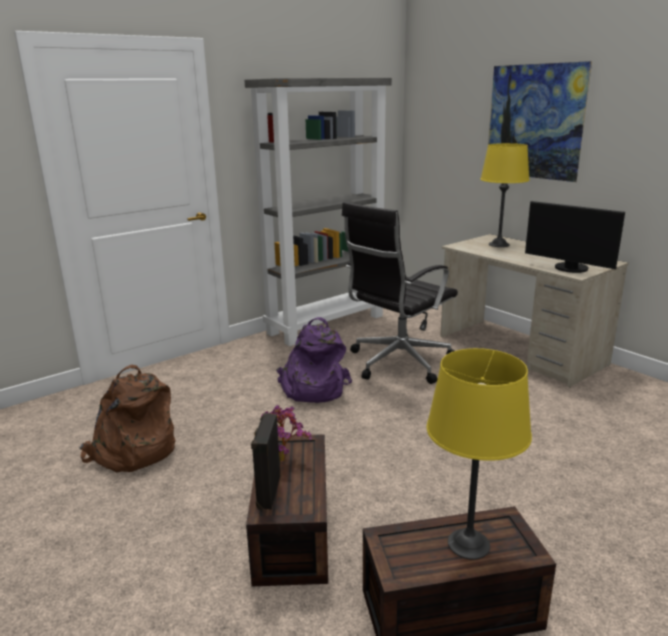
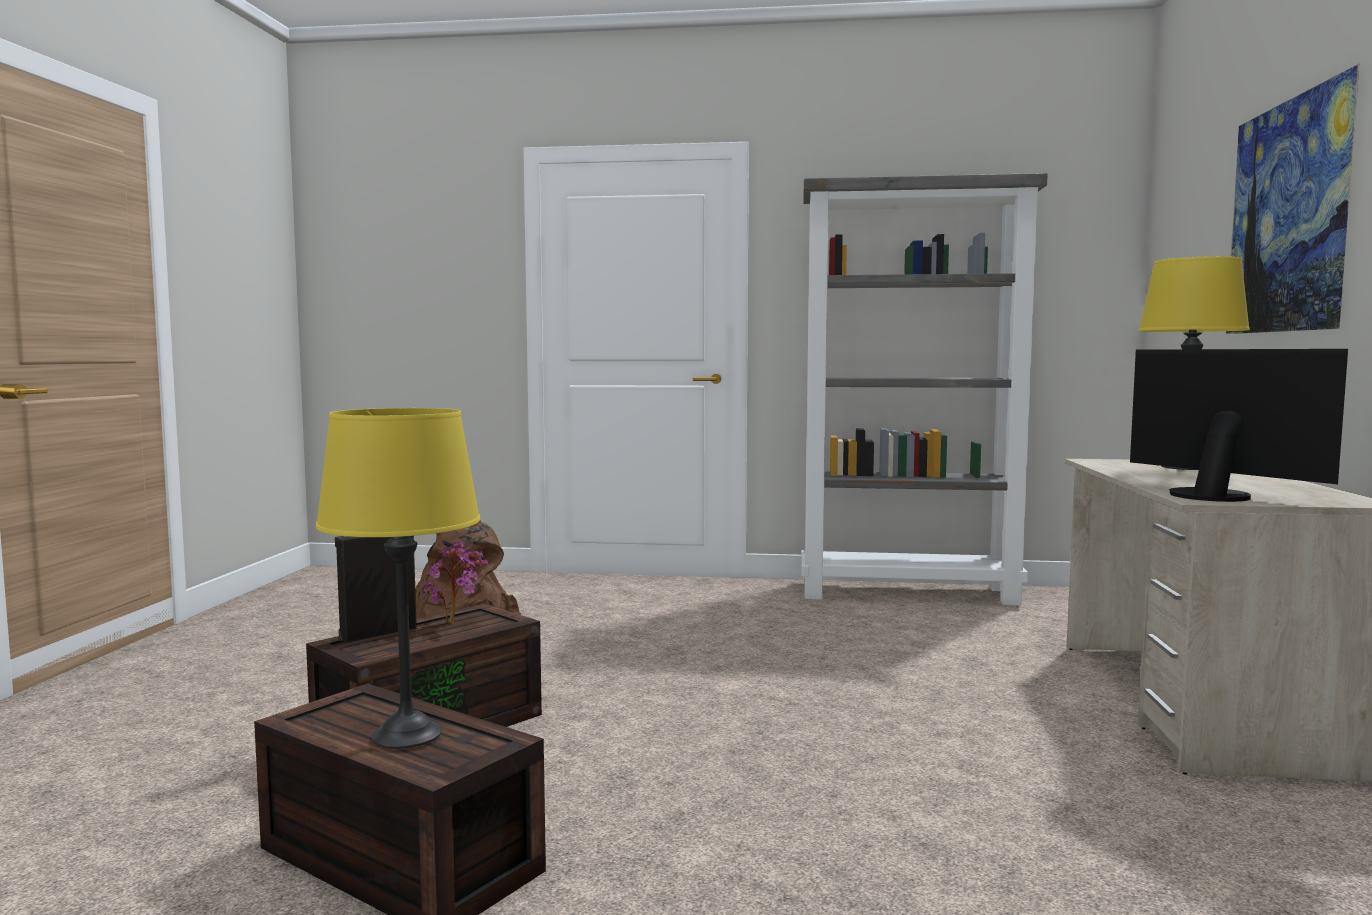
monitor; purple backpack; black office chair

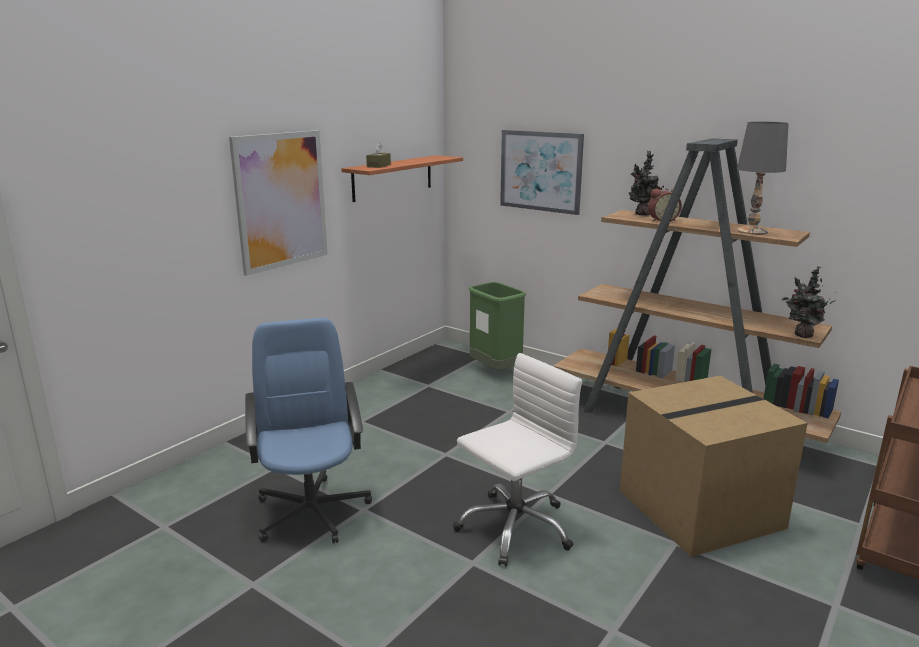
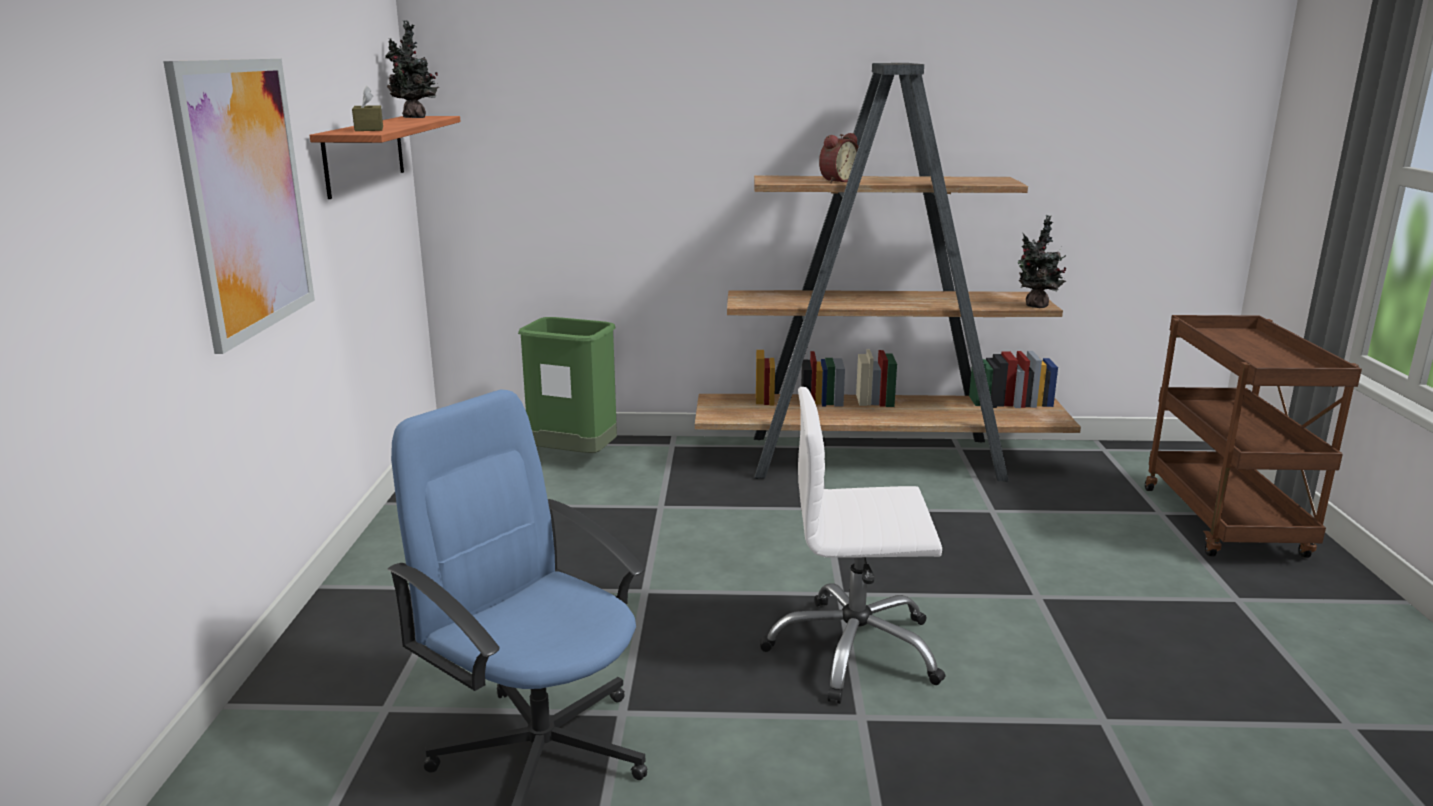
potted plant (1st from left); white office chair; picture (2nd from left in the first image); cardboard box; grey table lamp

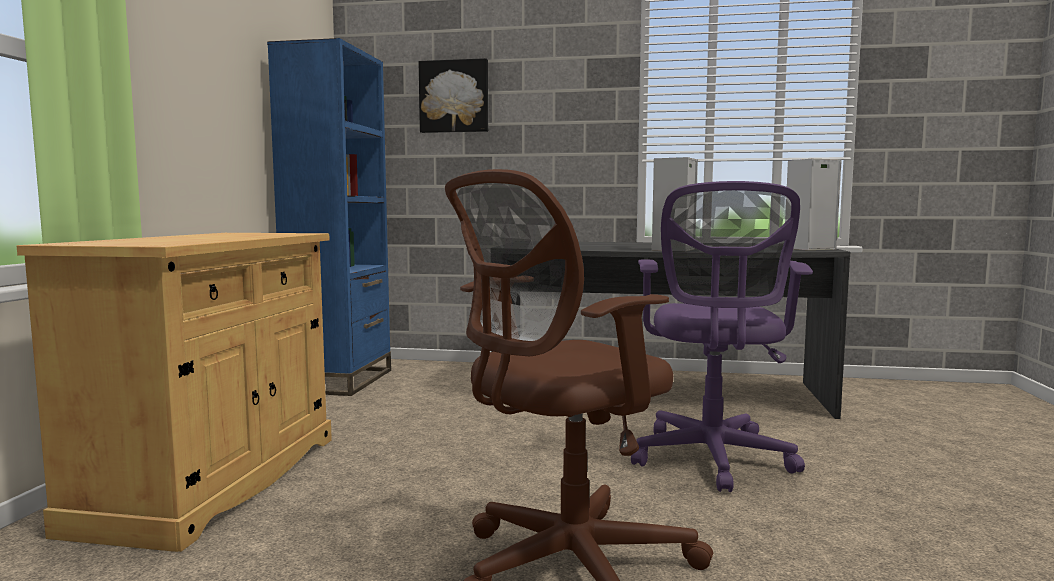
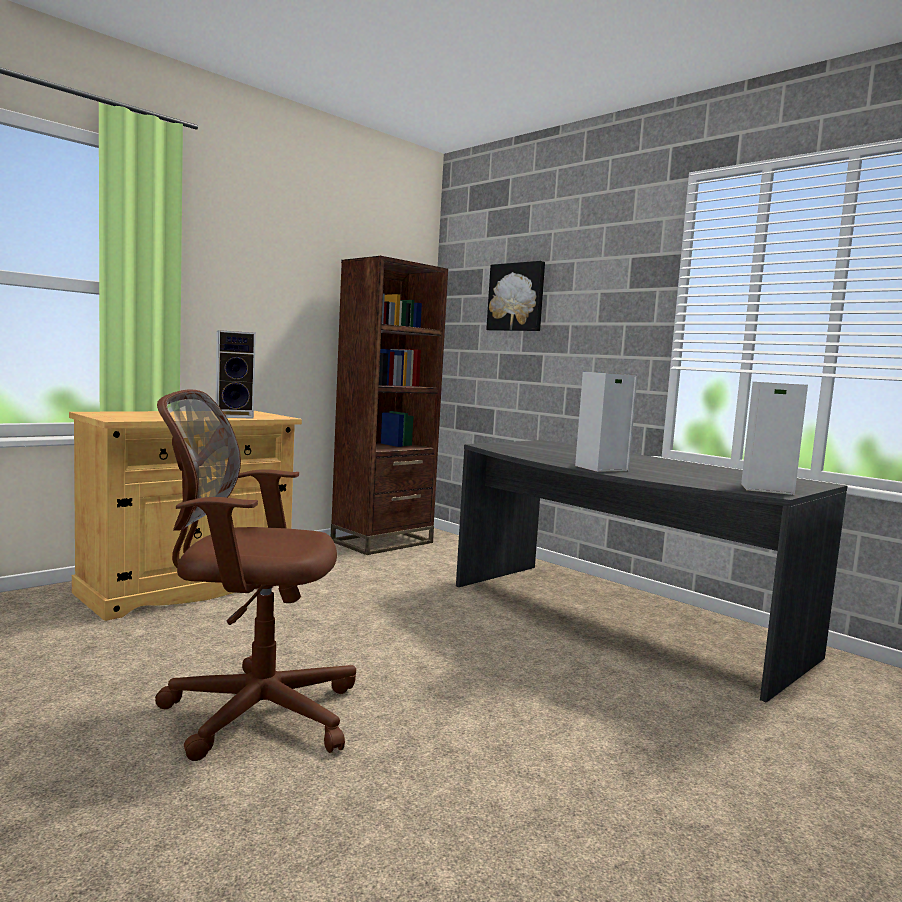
speaker (1st from left); brown bookcase; purple office chair

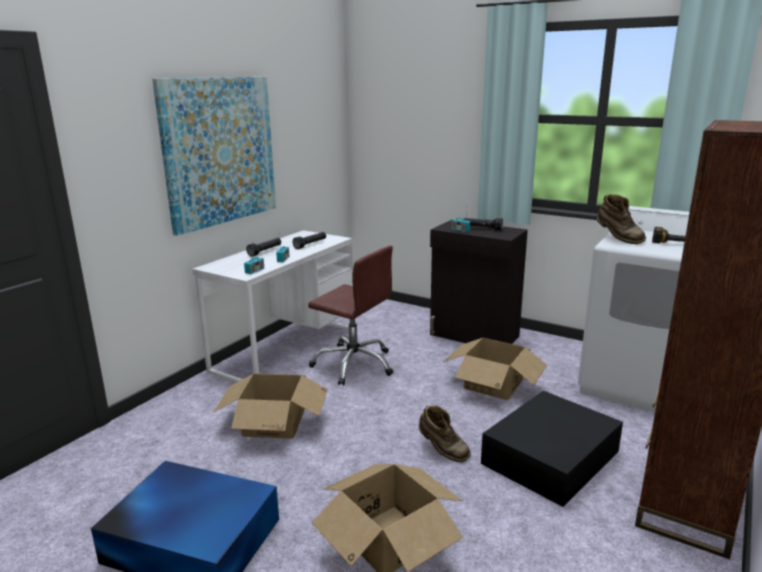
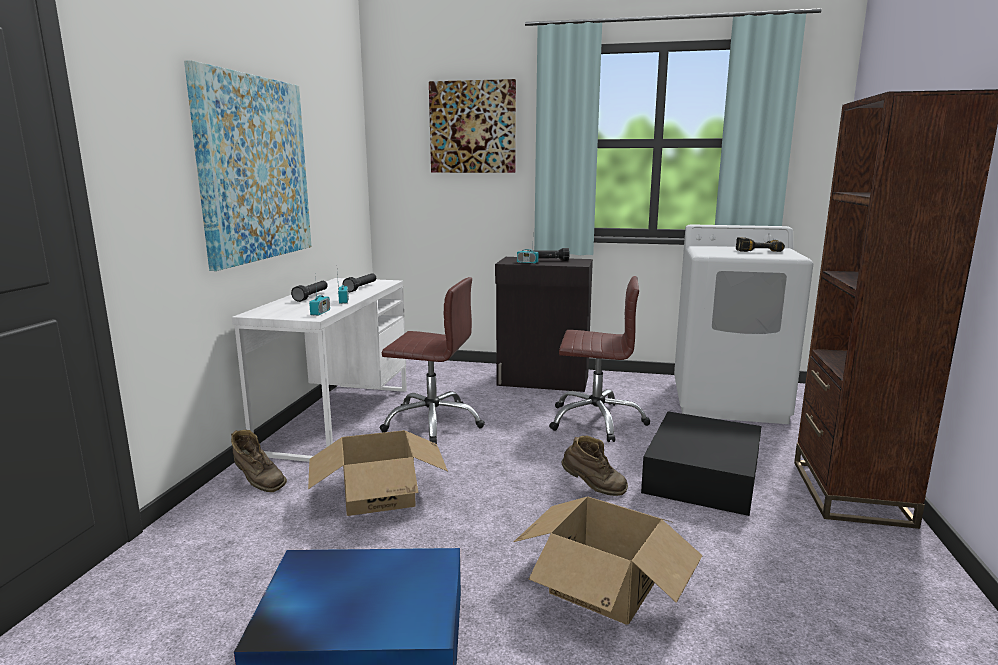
brown boot (1st from left); picture (2nd from left); brown office chair (2nd from left)

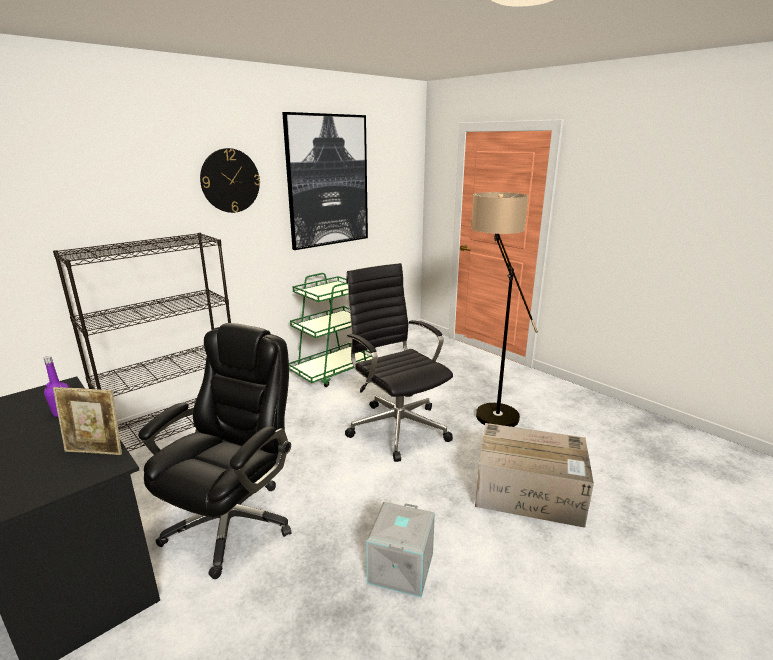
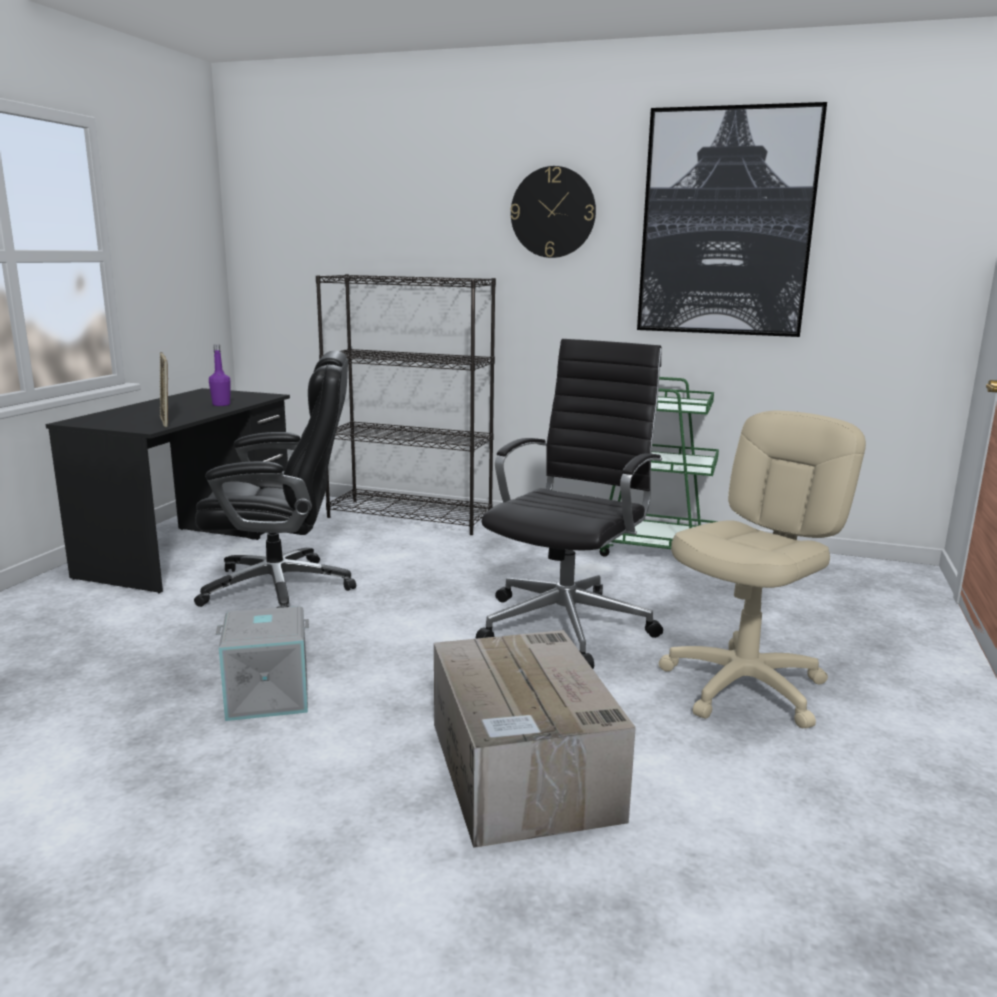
beige office chair

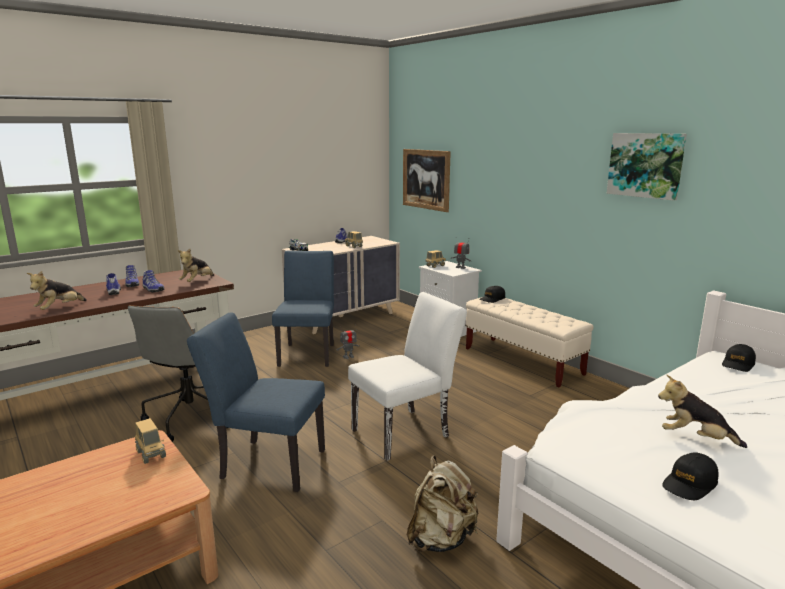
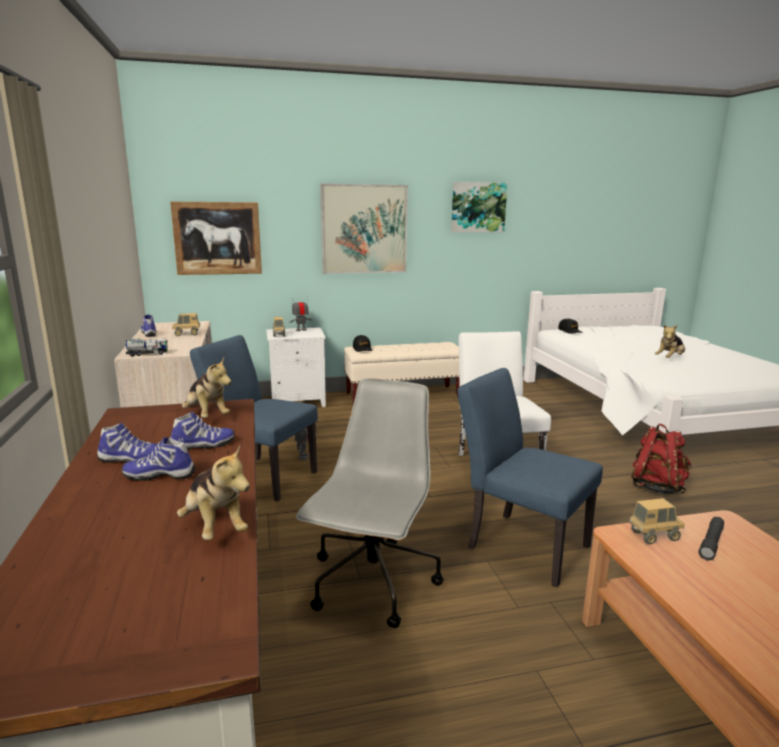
grey office chair; picture (2nd from left); blue chair (2nd from left); red backpack; grey flashlight; black cap (2nd from left in the first image)

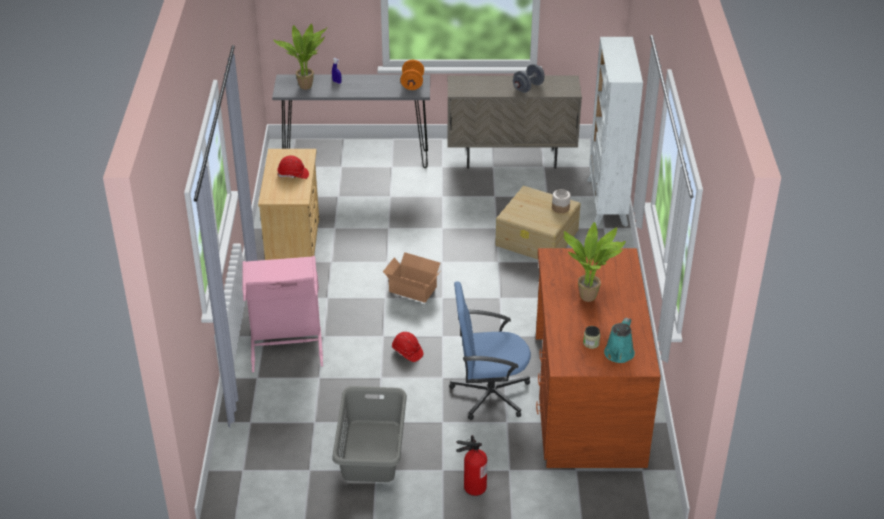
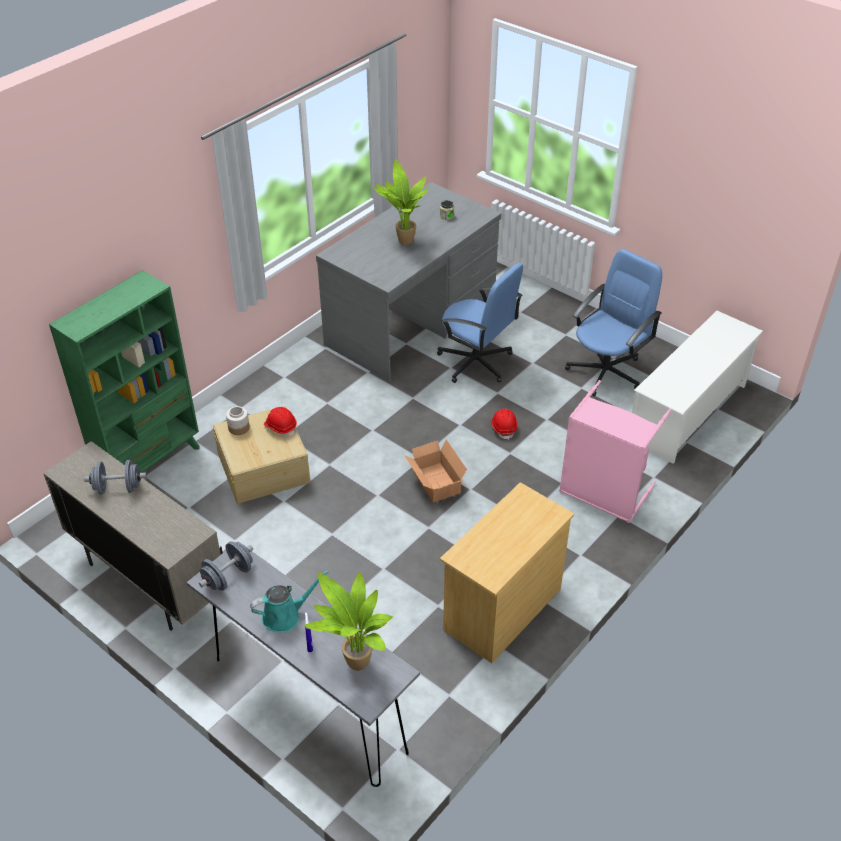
green bookcase; grey dumbbell (2nd from left); turquoise watering can; red hard hat (1st from left); grey desk; blue office chair (2nd from left); white shoe rack; fire extinguisher

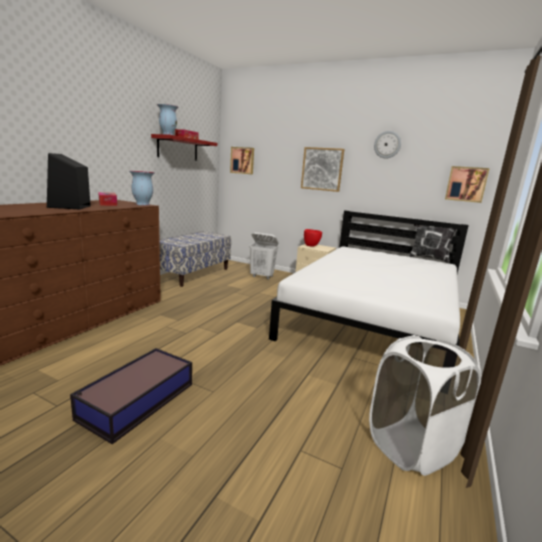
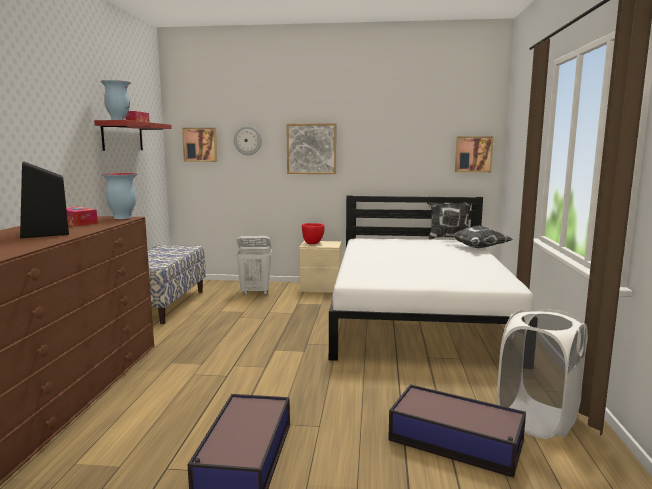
wall clock; storage box (2nd from left); pillow (2nd from left)

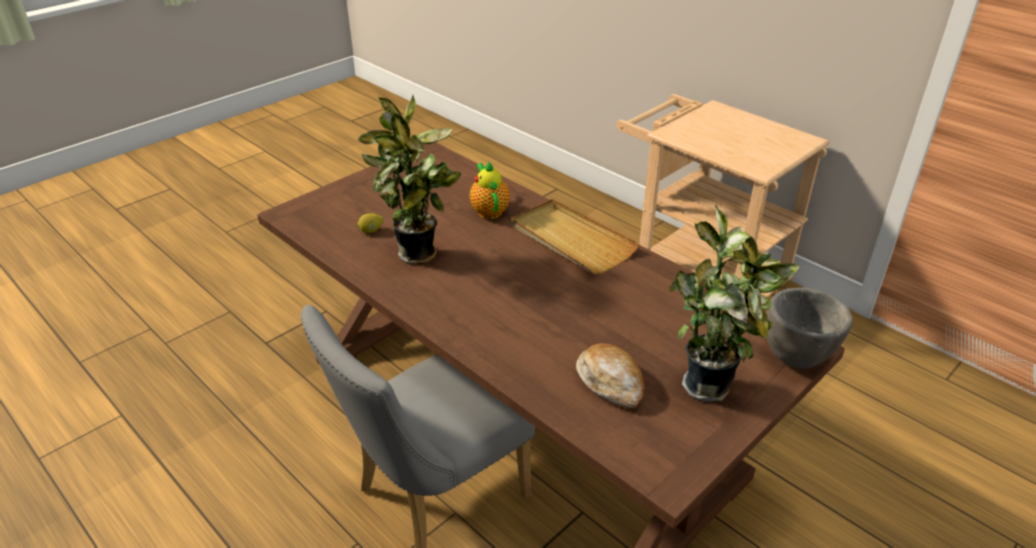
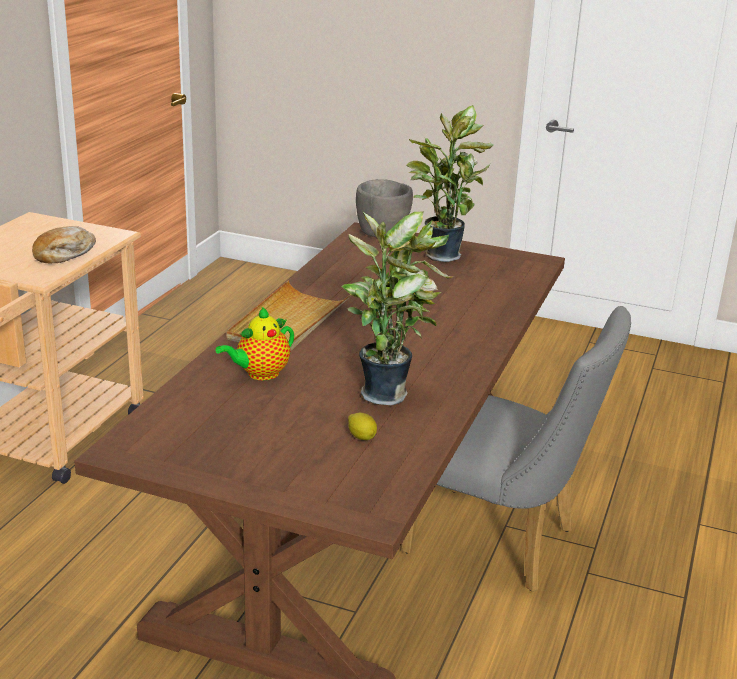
bread

